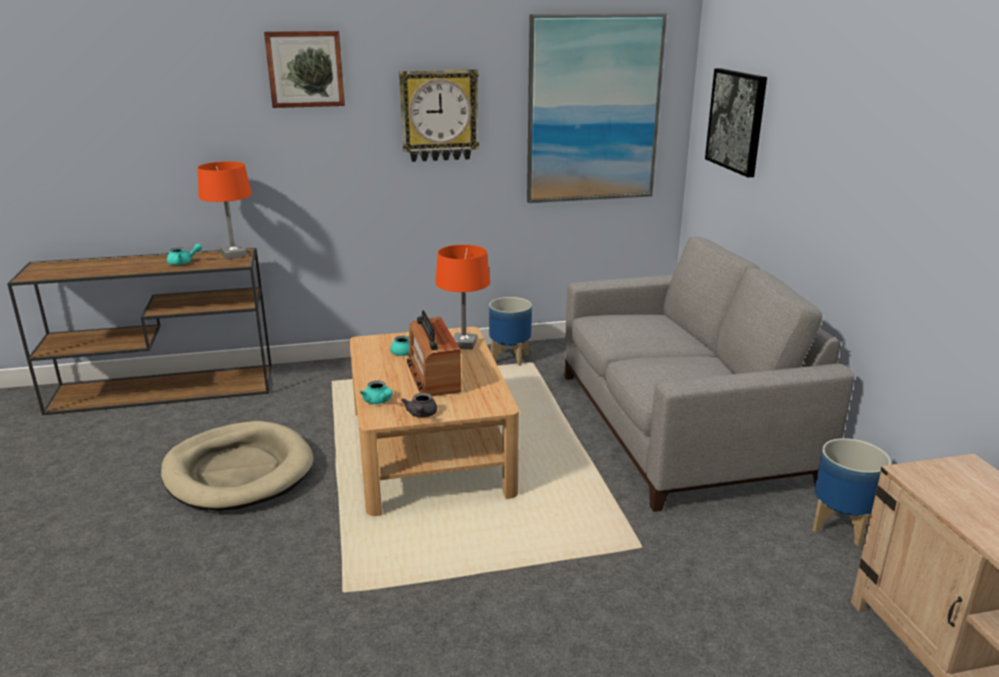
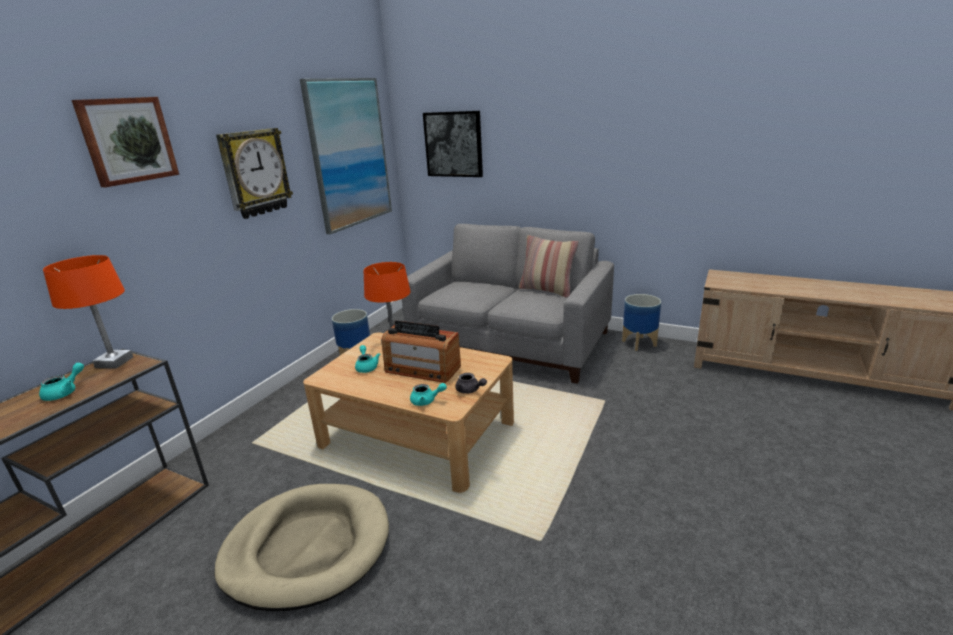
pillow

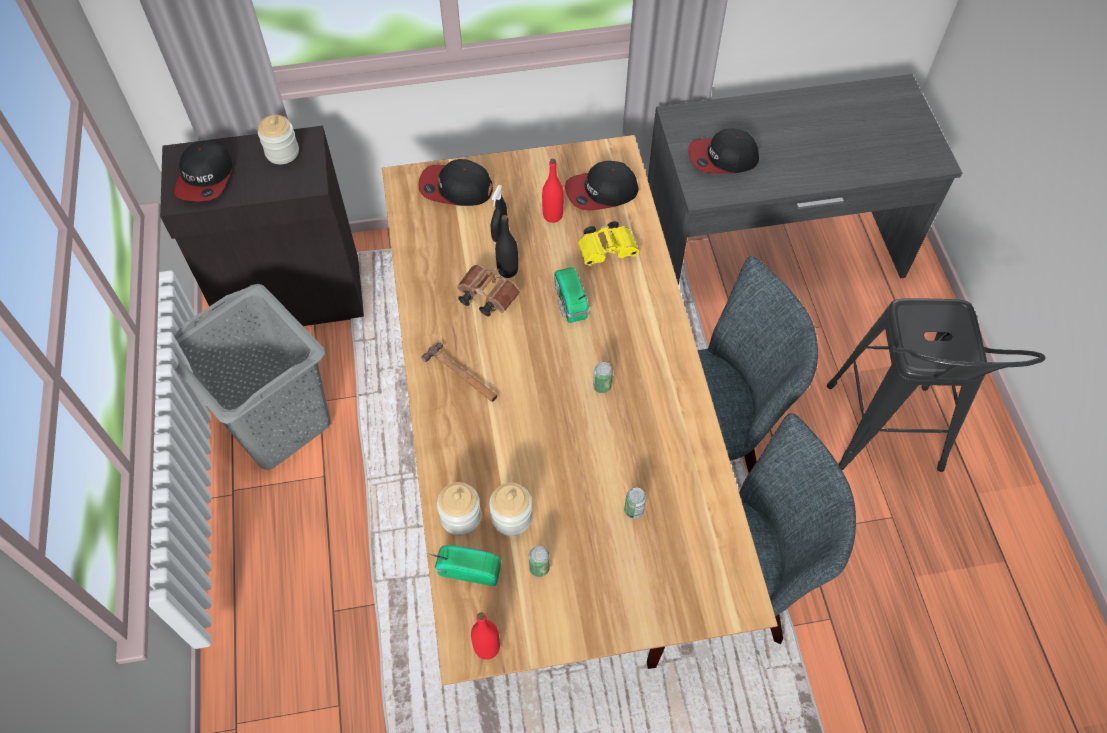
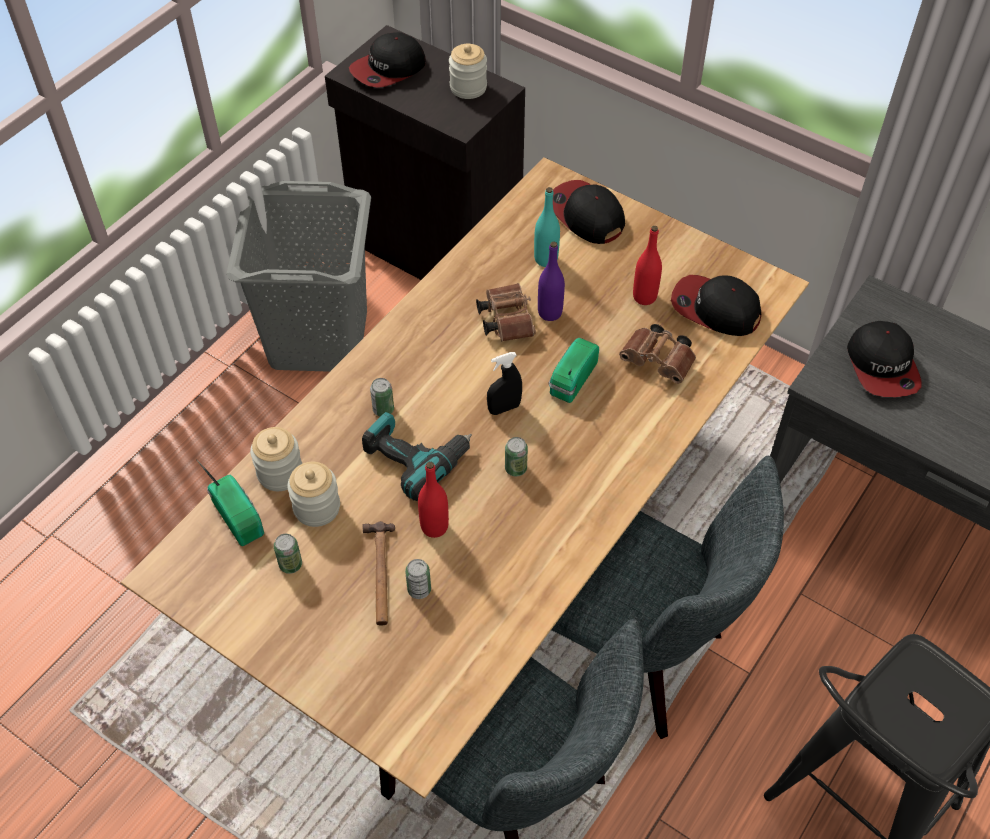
power drill; hammer; can (2nd from left); red bottle (1st from left); black spray bottle; turquoise bottle; purple bottle; brown binoculars (2nd from left); cap (4th from left)

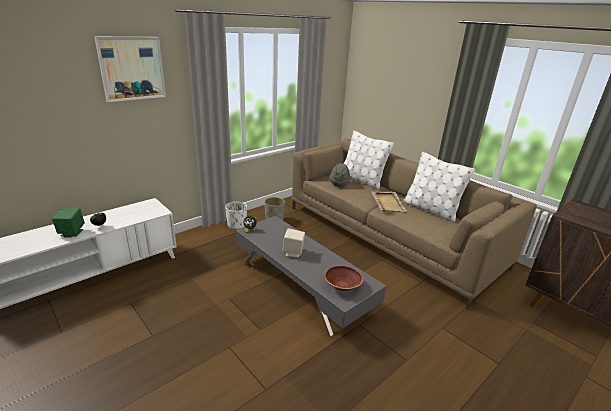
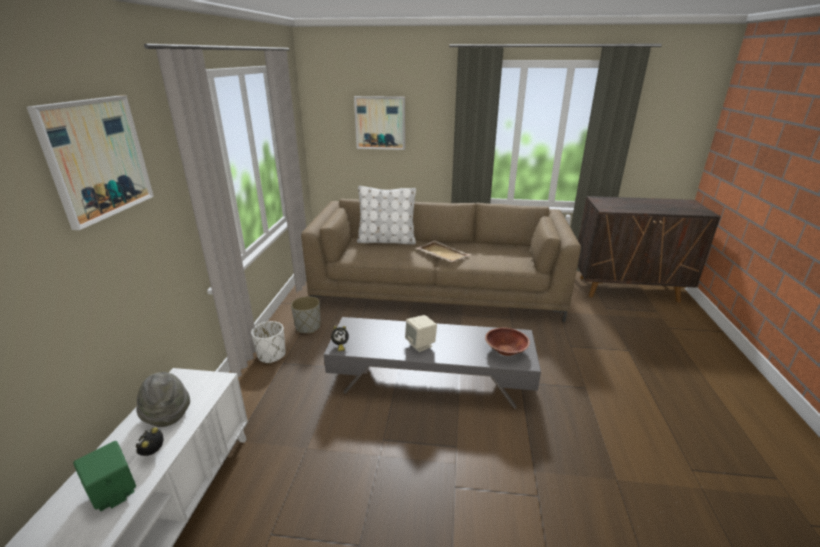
grey hat; picture (2nd from left); white pillow (2nd from left in the first image)

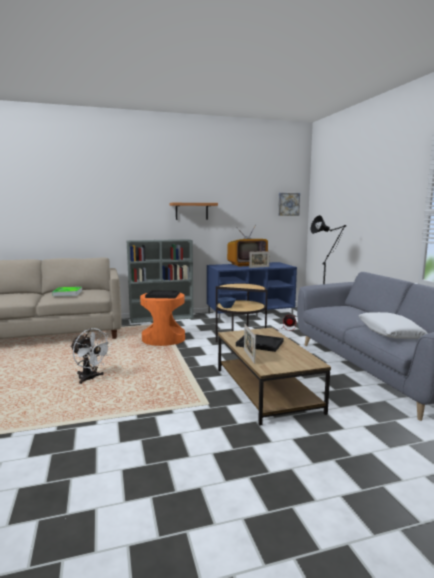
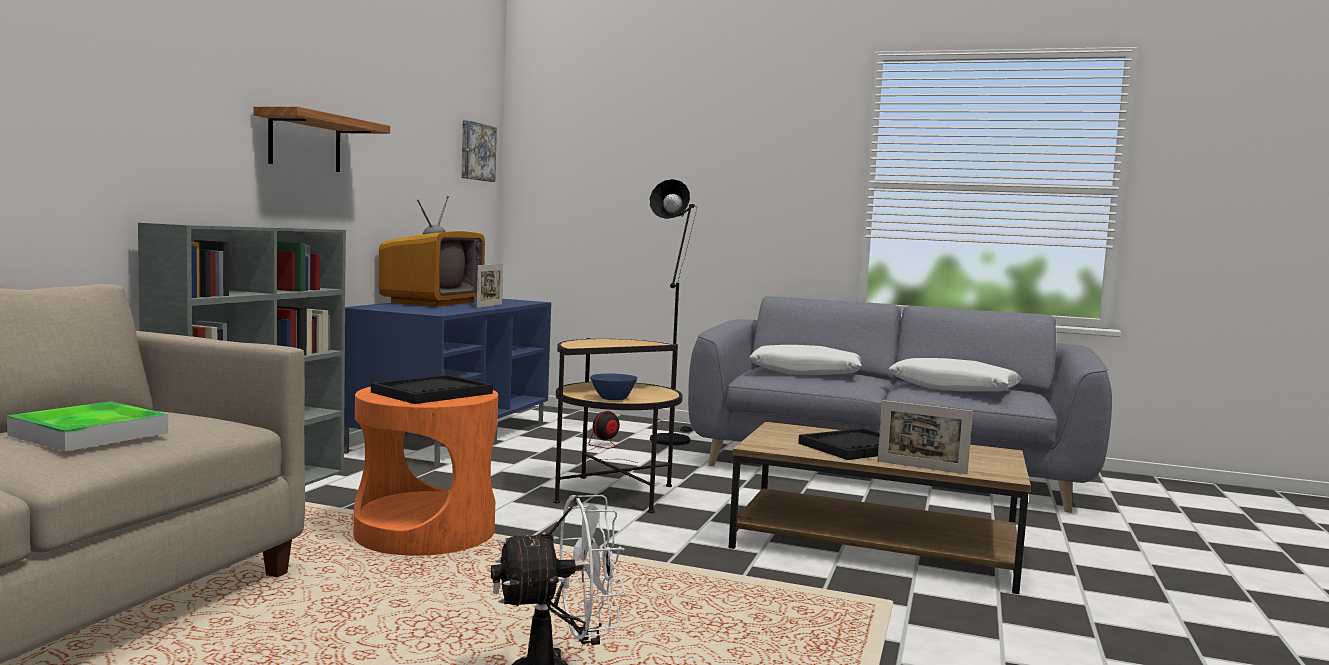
white pillow (1st from left)

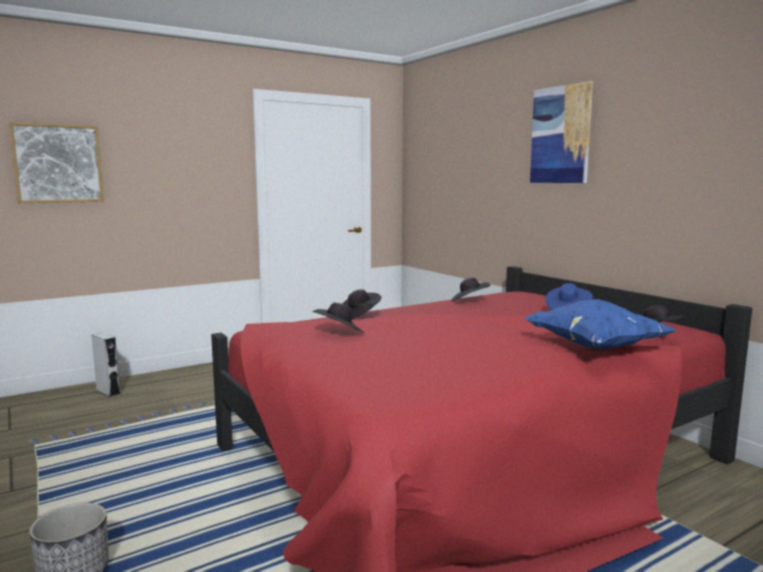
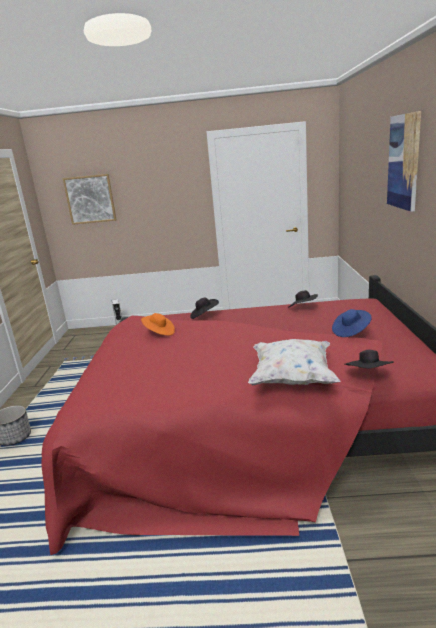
orange hat; white pillow

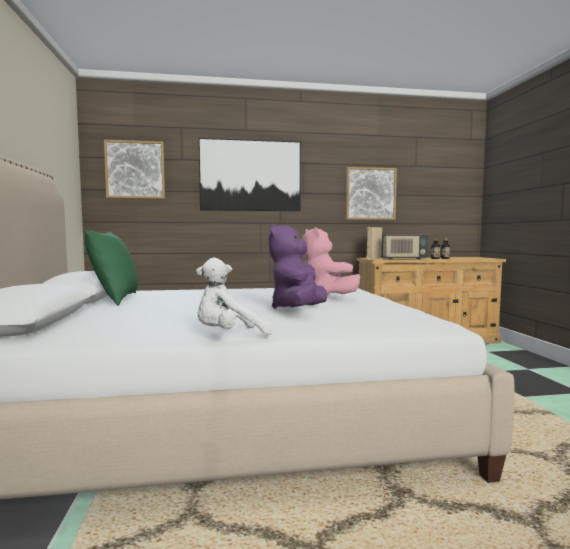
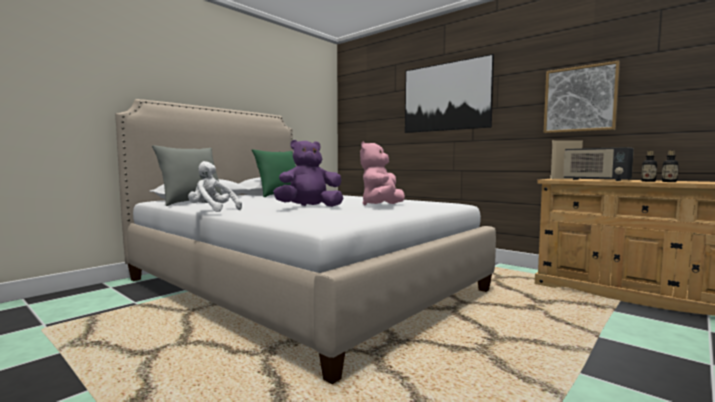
grey pillow; picture (1st from left in the first image)

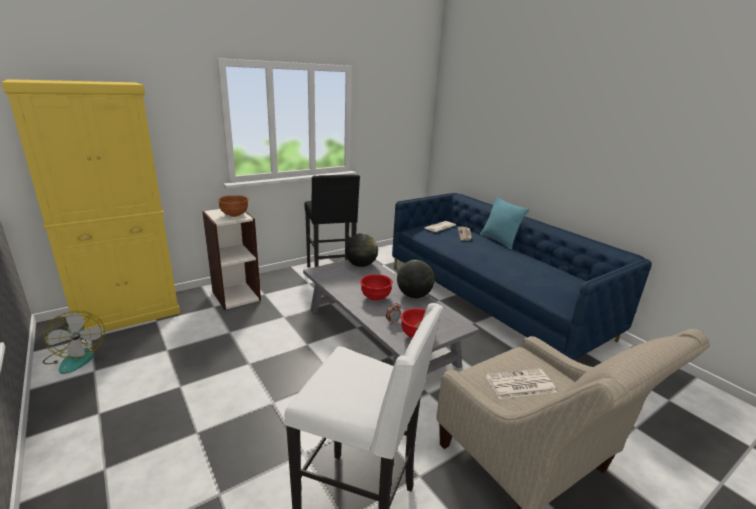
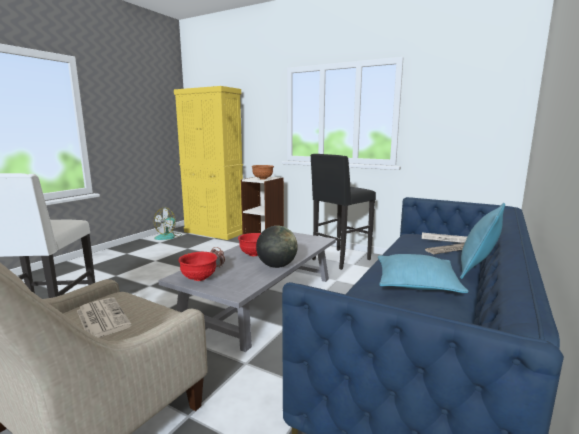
turquoise pillow (1st from left); globe (1st from left in the first image)

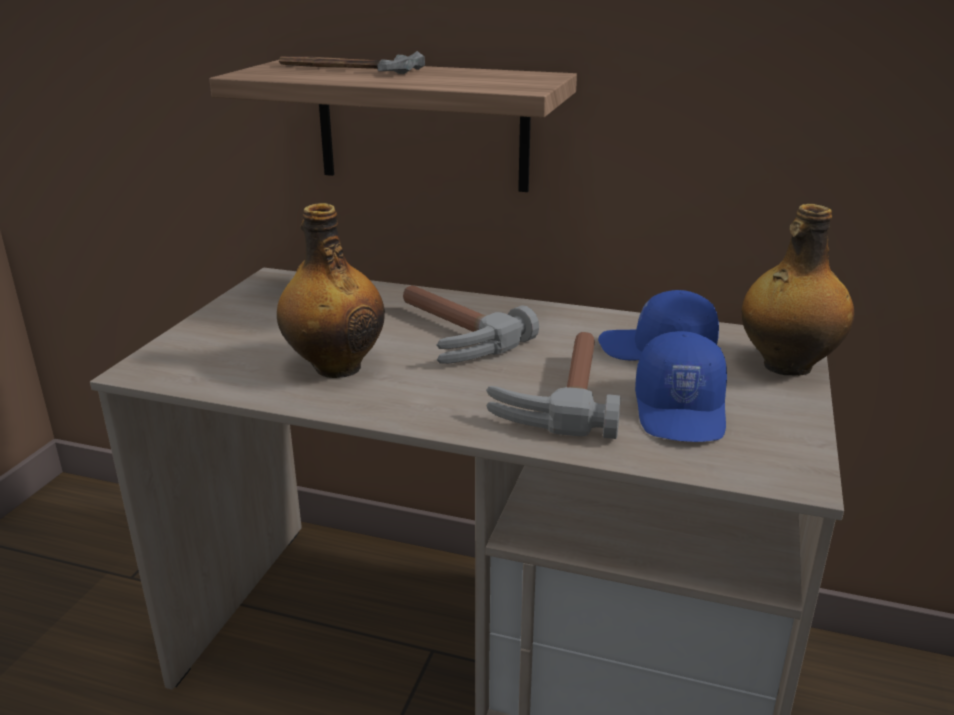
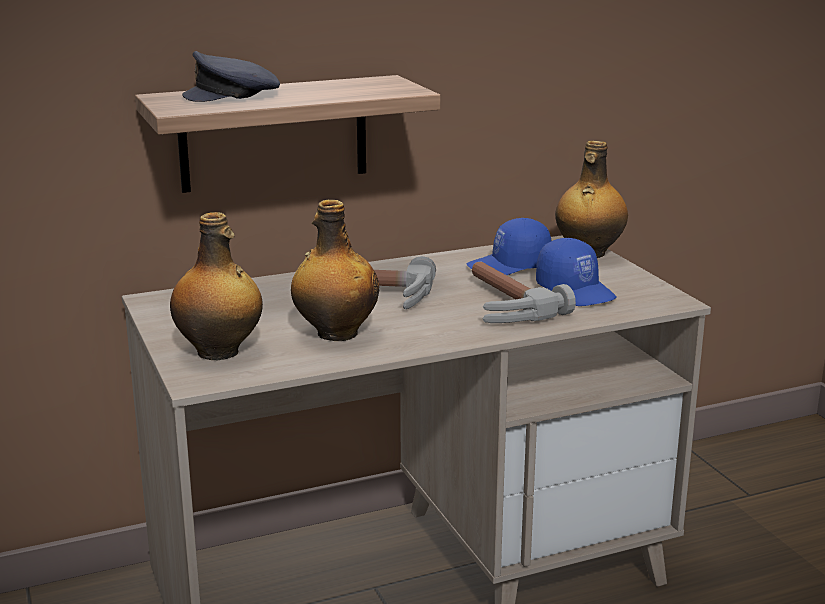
bottle (1st from left); grey cap

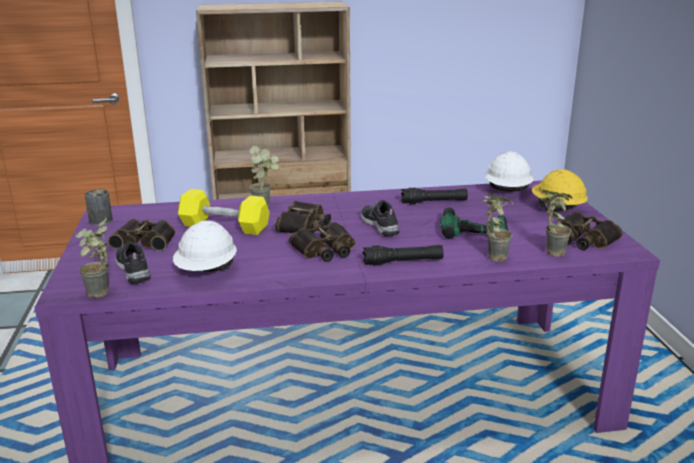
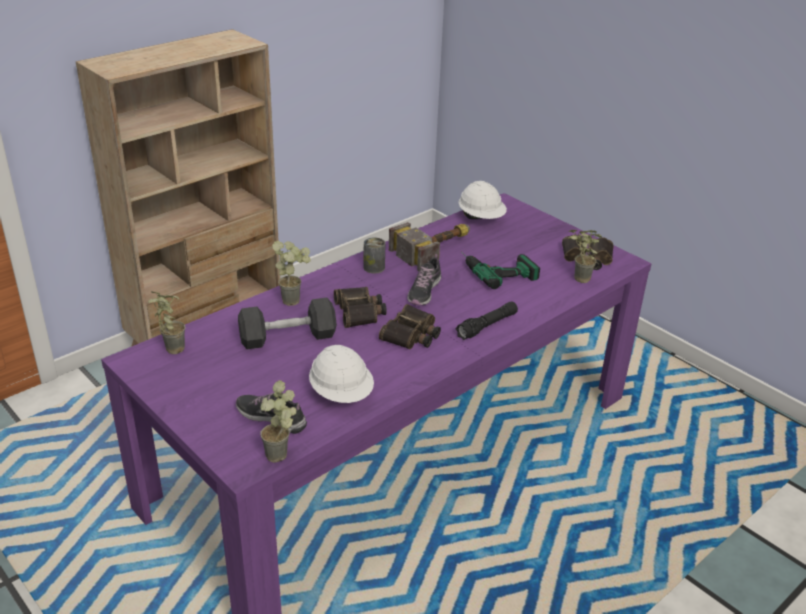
potted plant (1st from left); grey dumbbell; can; hammer; shoe (2nd from left); binoculars (1st from left in the first image); yellow hard hat

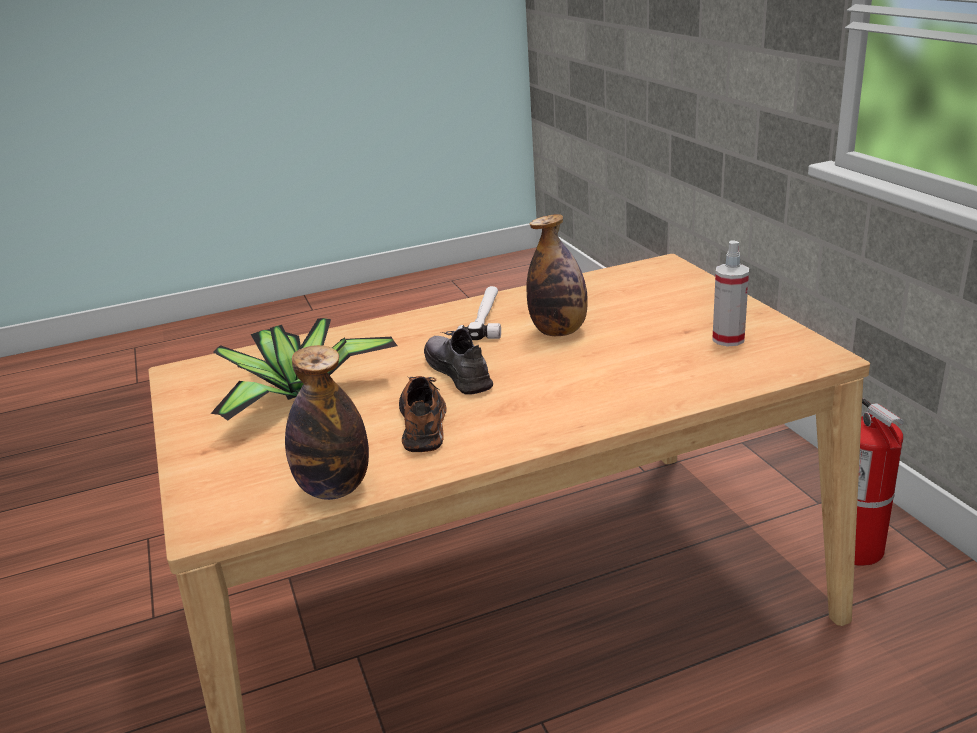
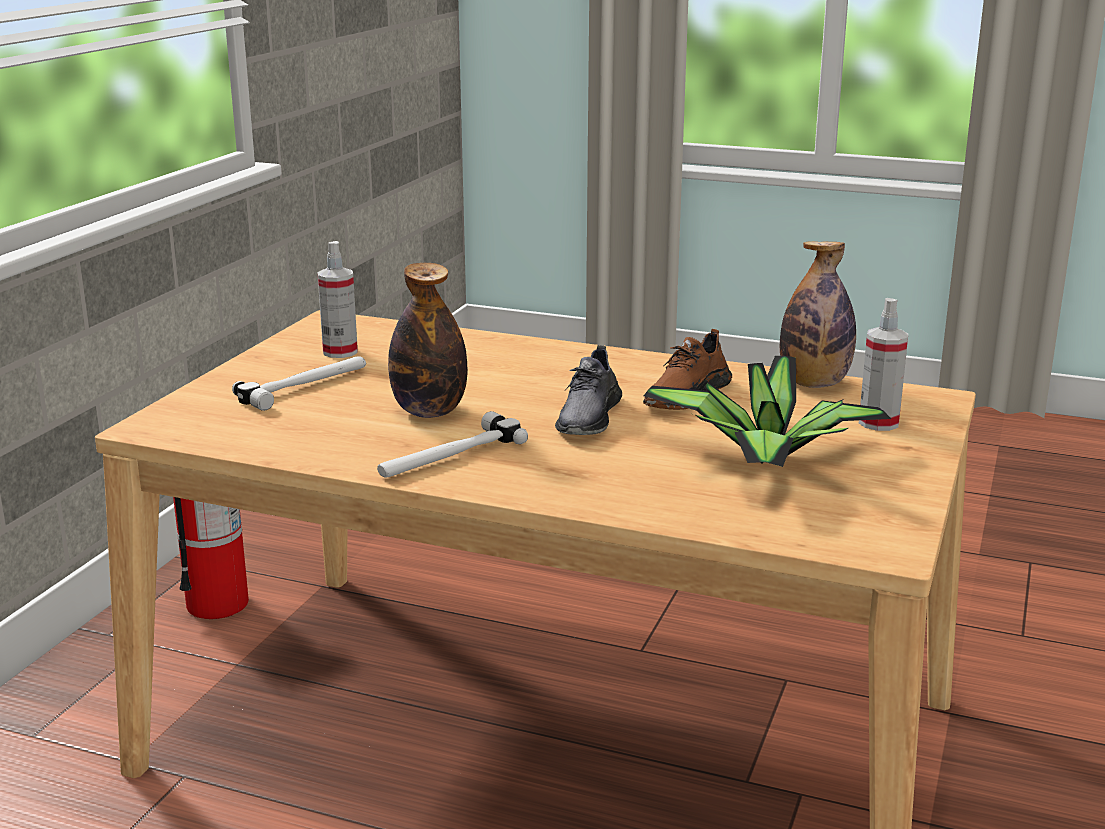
hammer (1st from left); spray bottle (2nd from left)

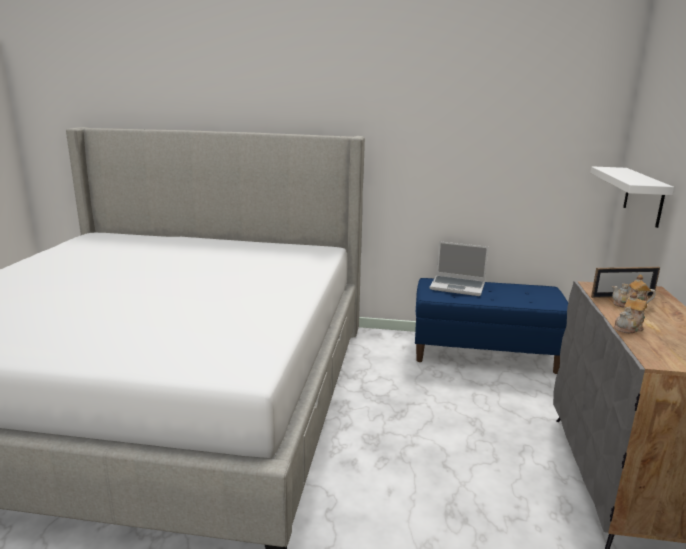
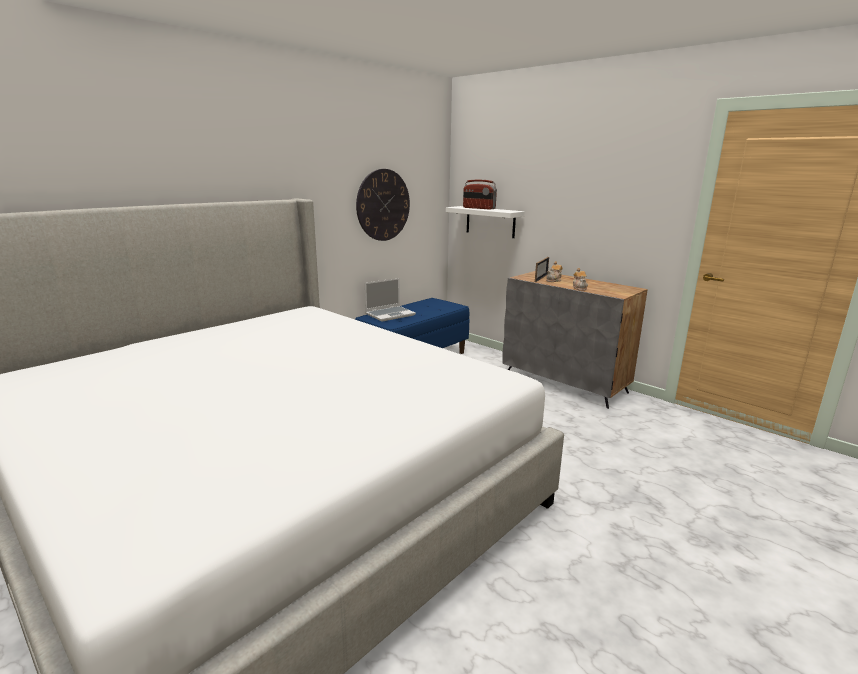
wall clock; radio

